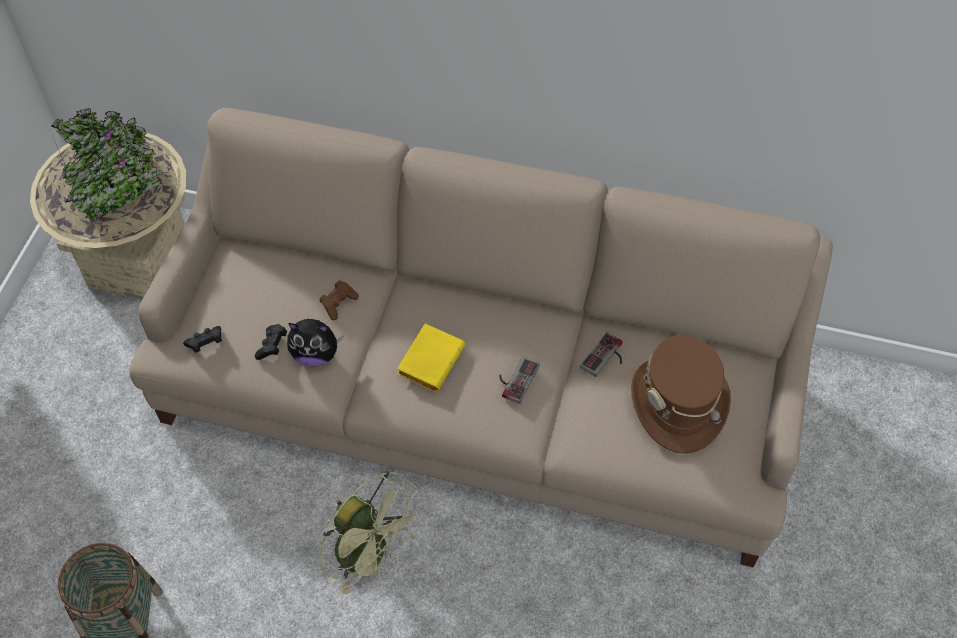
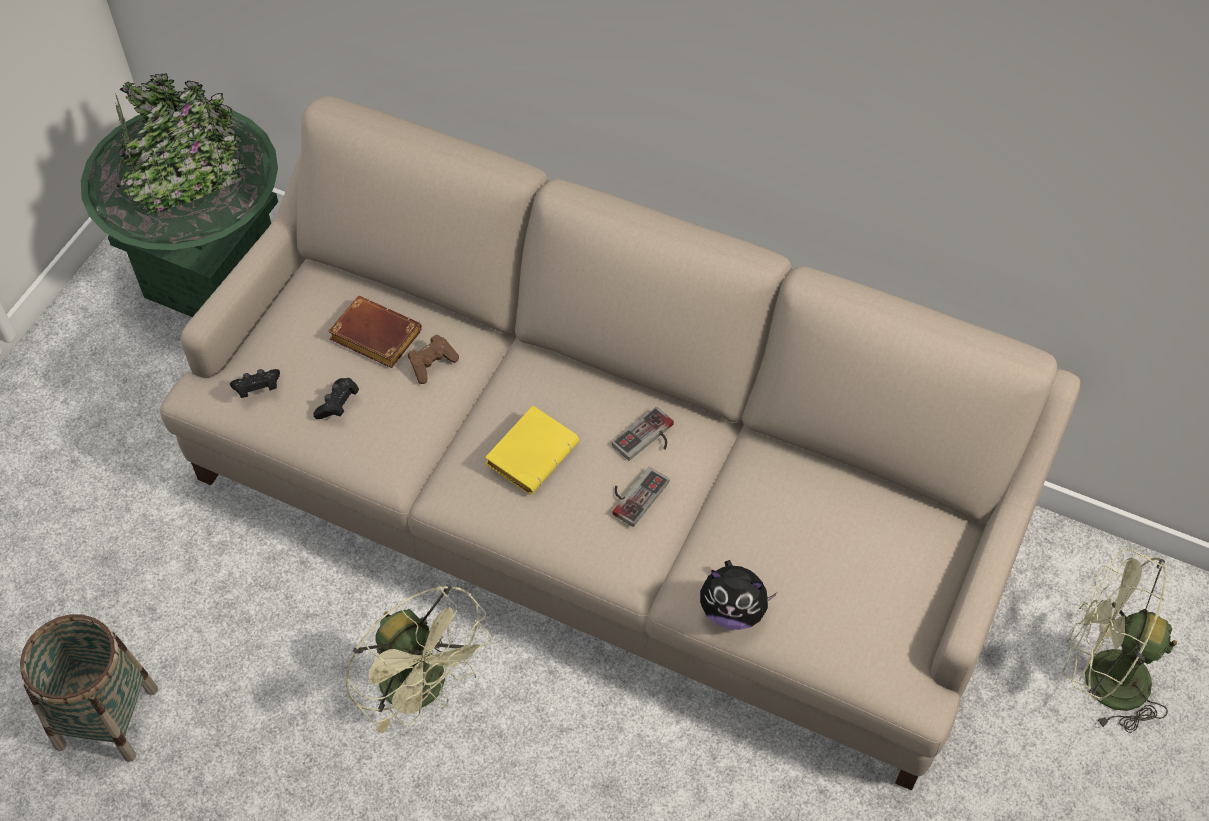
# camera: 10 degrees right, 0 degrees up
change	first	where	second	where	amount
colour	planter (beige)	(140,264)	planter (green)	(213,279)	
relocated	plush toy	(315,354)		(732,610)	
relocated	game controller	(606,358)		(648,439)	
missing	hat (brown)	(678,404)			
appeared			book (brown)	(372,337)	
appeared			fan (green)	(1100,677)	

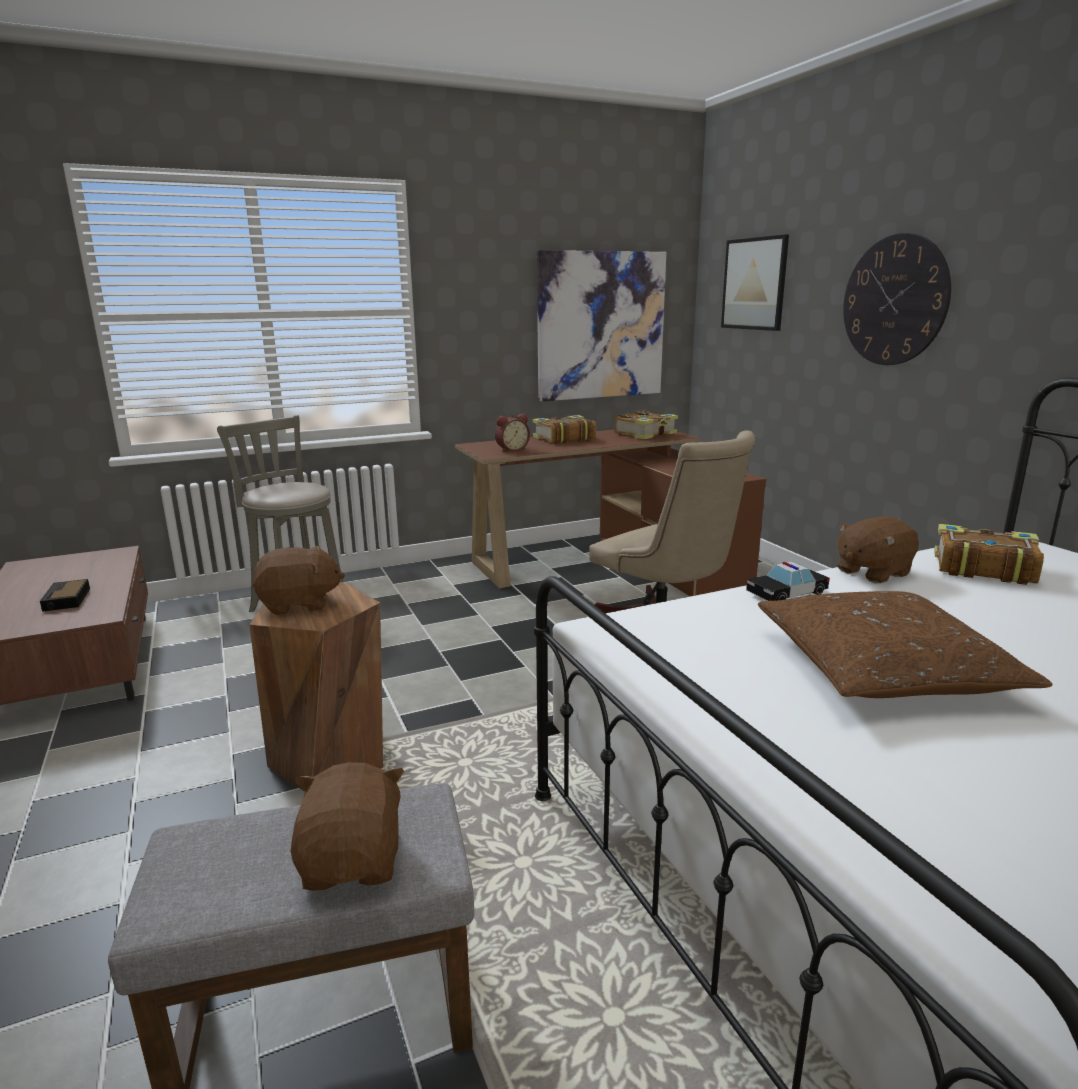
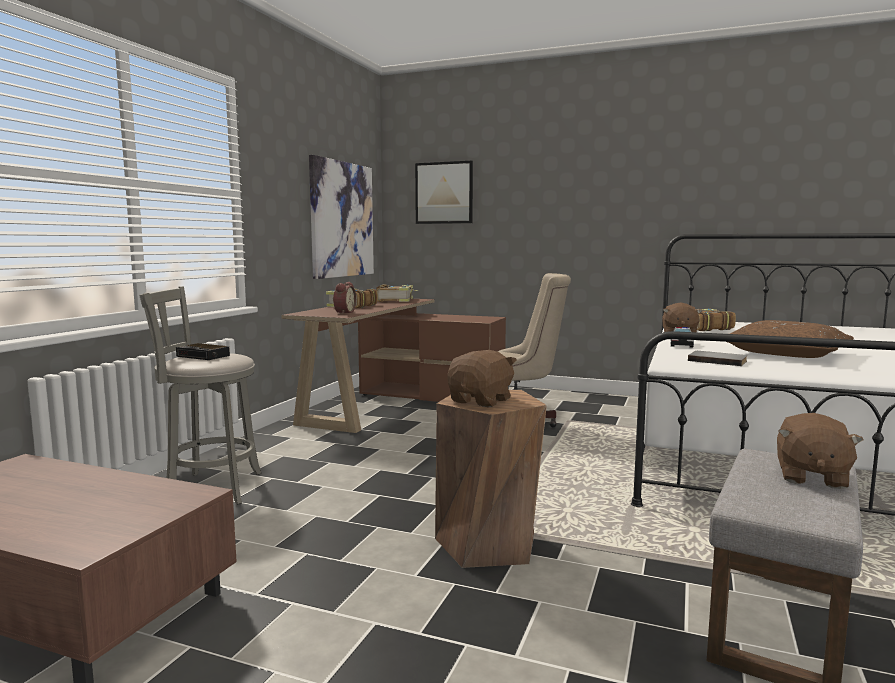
# camera: 45 degrees left, 10 degrees down
change	first	where	second	where	amount
missing	wall clock	(894,300)			
relocated	alarm clock	(66,600)		(204,356)	
spun	plush toy (brown)	(354,861)		(811,477)	105 degrees counterclockwise
appeared			book (grey)	(718,360)	

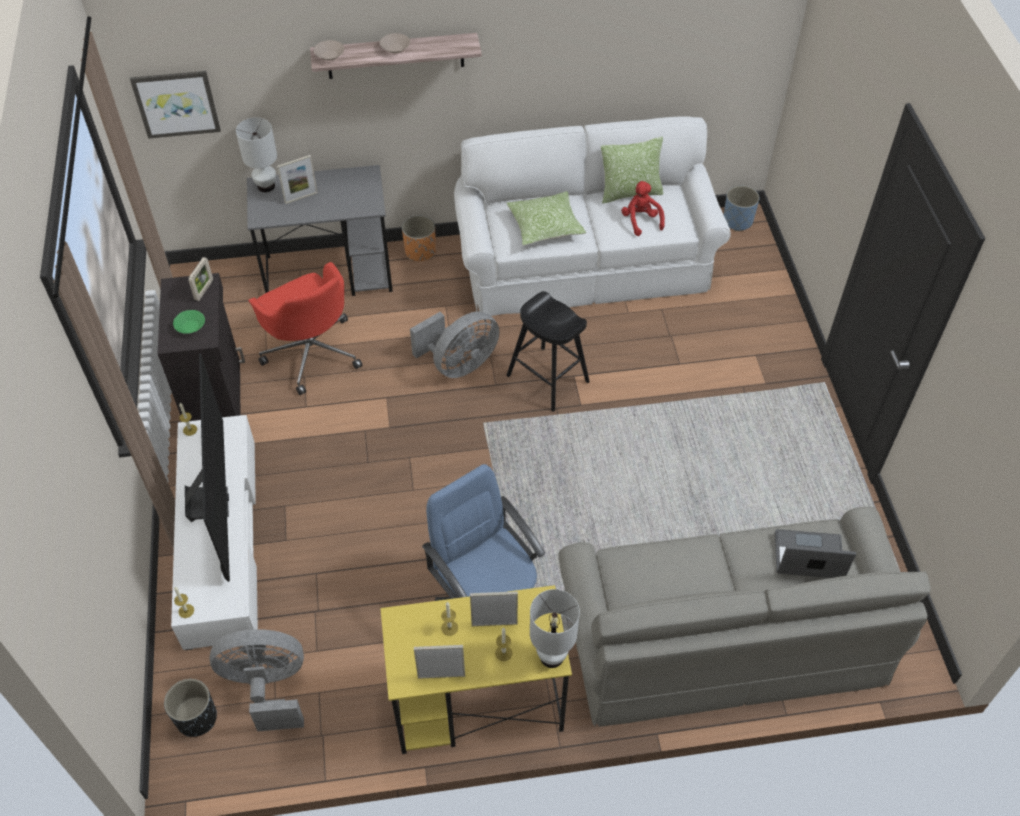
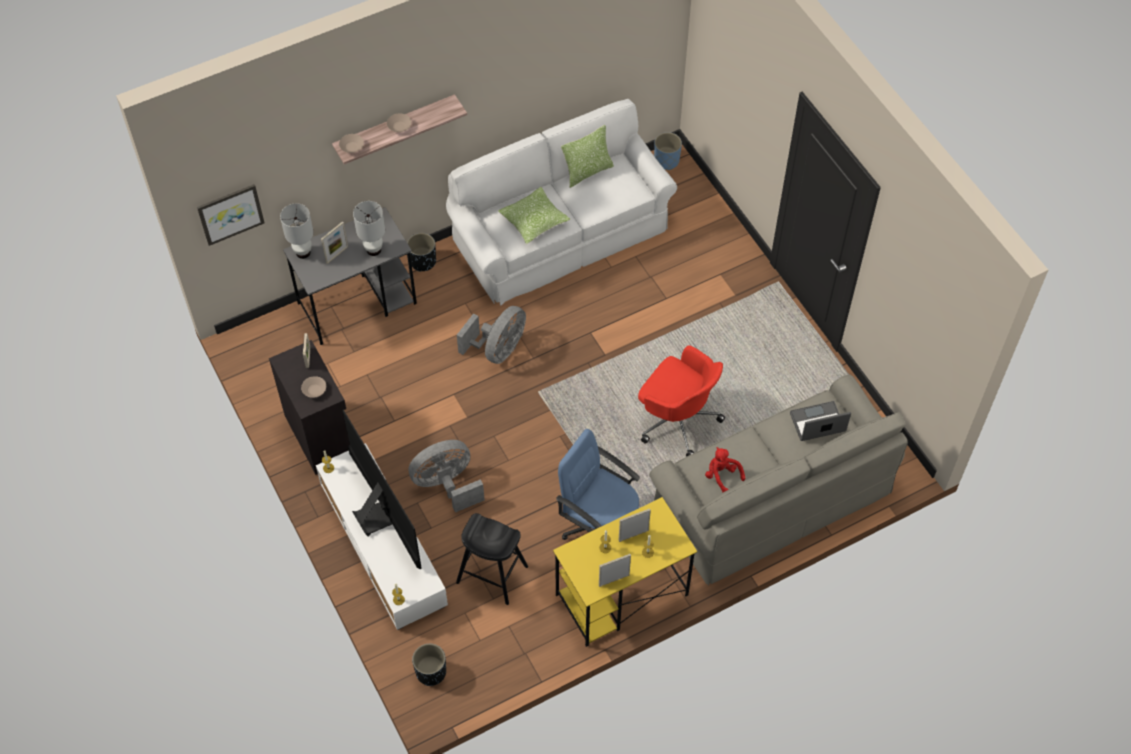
# camera: 20 degrees left, 5 degrees up
change	first	where	second	where	amount
relocated	plush toy (red)	(641,221)		(722,476)	
colour	planter (orange)	(420,251)	planter (black)	(423,261)	
relocated	office chair (red)	(312,352)		(677,419)	
relocated	stool (black)	(548,379)		(492,574)	
colour	bowl (green)	(191,326)	bowl (beige)	(314,390)	
relocated	table lamp (white)	(551,657)		(373,250)	
relocated	fan (grey)	(267,687)		(447,485)	

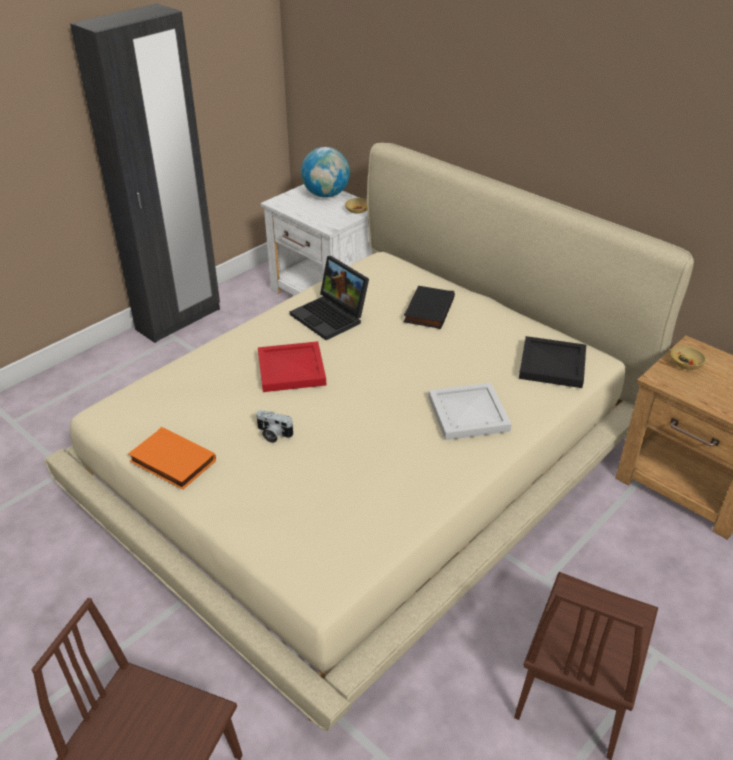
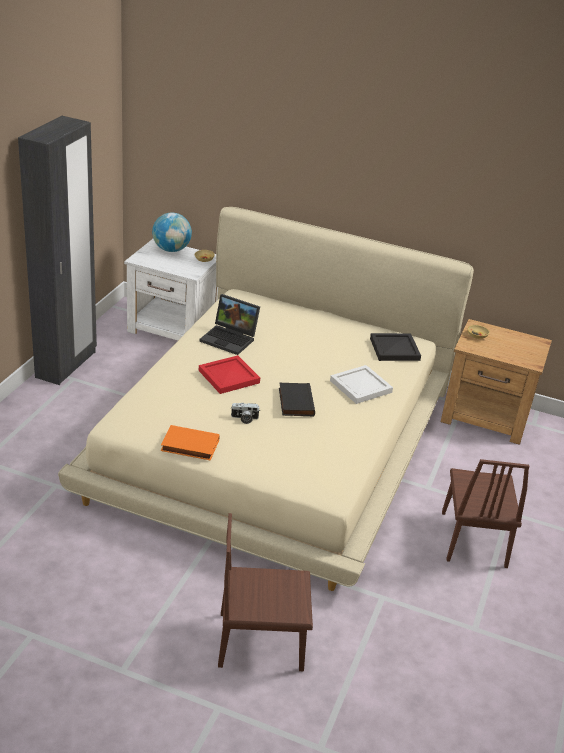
# camera: 25 degrees left, 5 degrees down
change	first	where	second	where	amount
relocated	book (black)	(427,310)		(295,402)	

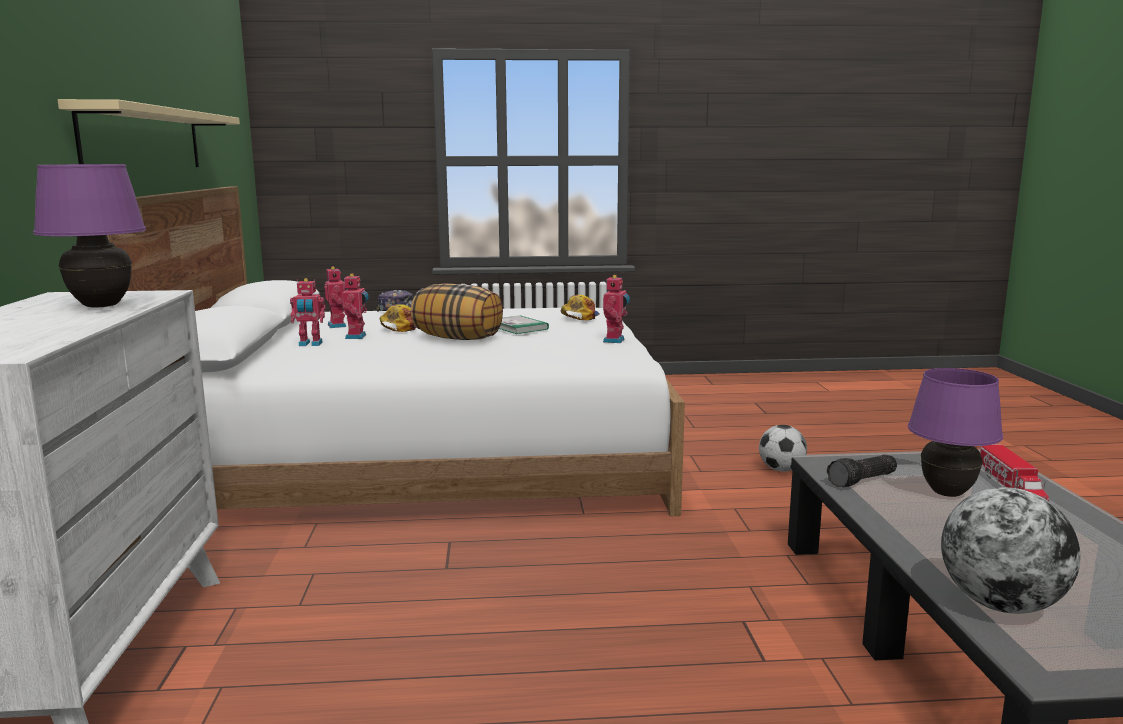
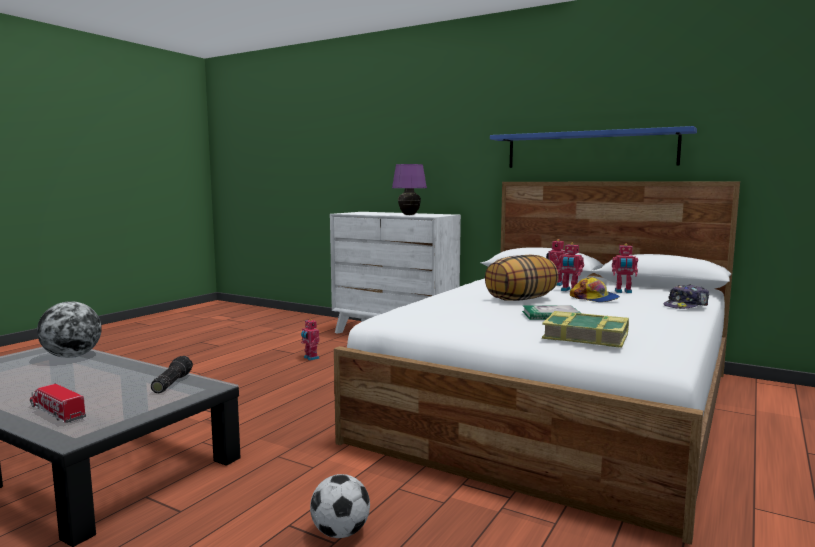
# camera: 125 degrees right, 5 degrees down
change	first	where	second	where	amount
colour	shelf (beige)	(144,139)	shelf (blue)	(589,149)	
relocated	toy robot	(615,340)		(310,358)	
exchanged	cap	(580,316)	book	(585,336)	
missing	table lamp (purple)	(947,493)			

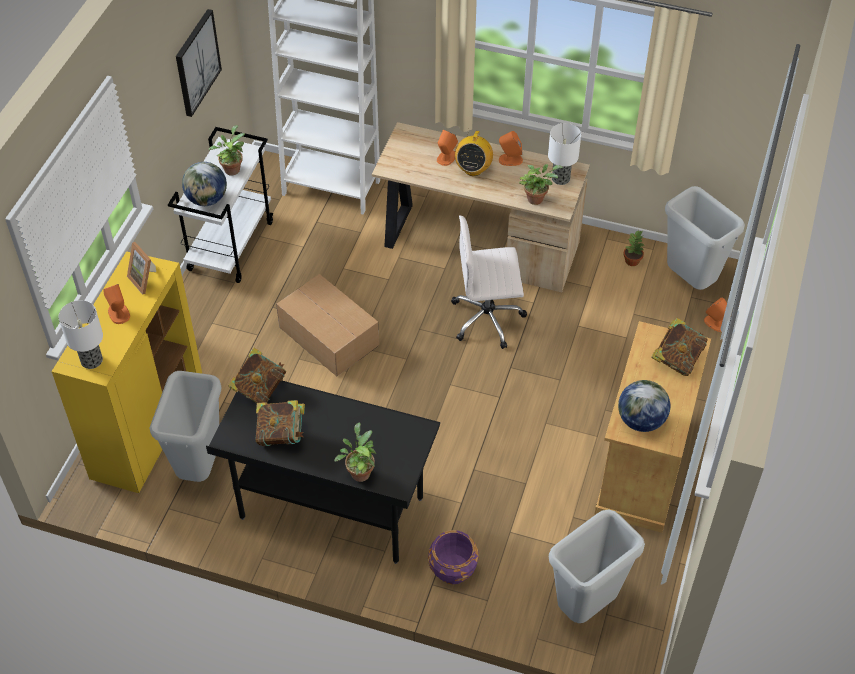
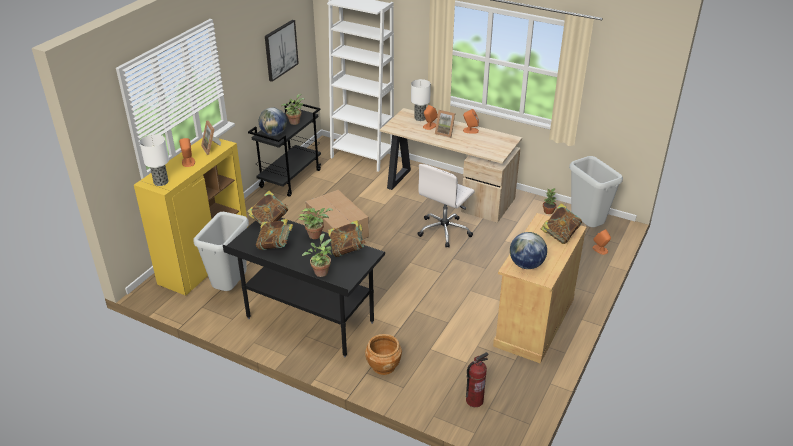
# camera: 10 degrees right, 15 degrees down
change	first	where	second	where	amount
relocated	table lamp	(560,179)		(419,118)	
colour	cart (white)	(230,245)	cart (black)	(290,178)	
exchanged	radio	(473,169)	picture frame	(445,133)	
relocated	potted plant	(537,198)		(316,235)	
spun	office chair (white)	(488,318)		(444,231)	60 degrees counterclockwise
exchanged	trash can (grey)	(585,605)	fire extinguisher	(474,400)	
colour	planter (purple)	(452,570)	planter (brown)	(383,366)	
appeared			book	(347,250)	

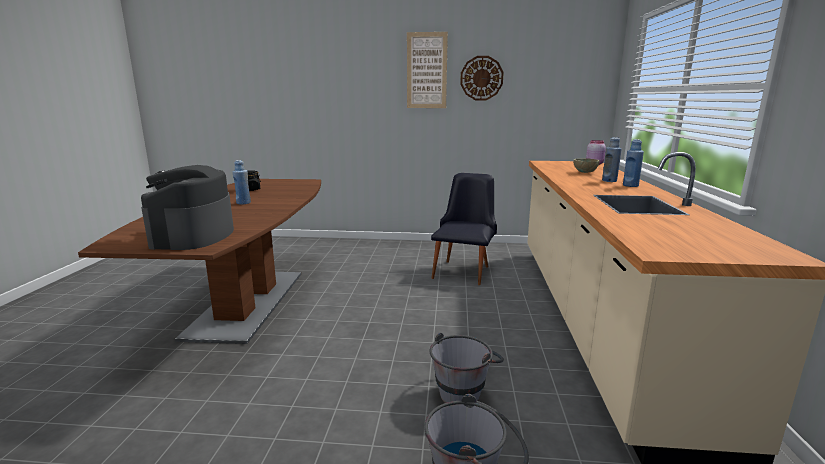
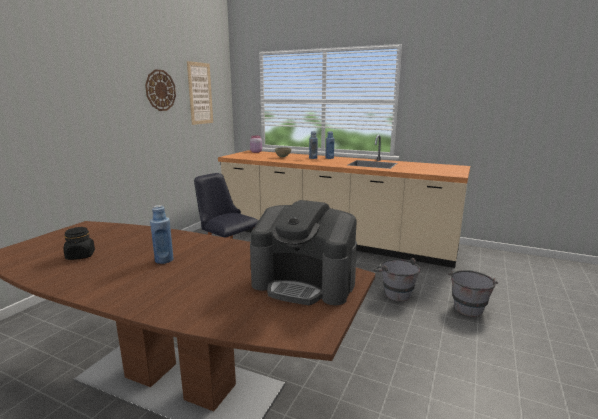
# camera: 70 degrees left, 0 degrees up
change	first	where	second	where	amount
relocated	picture	(426,70)		(200,93)	

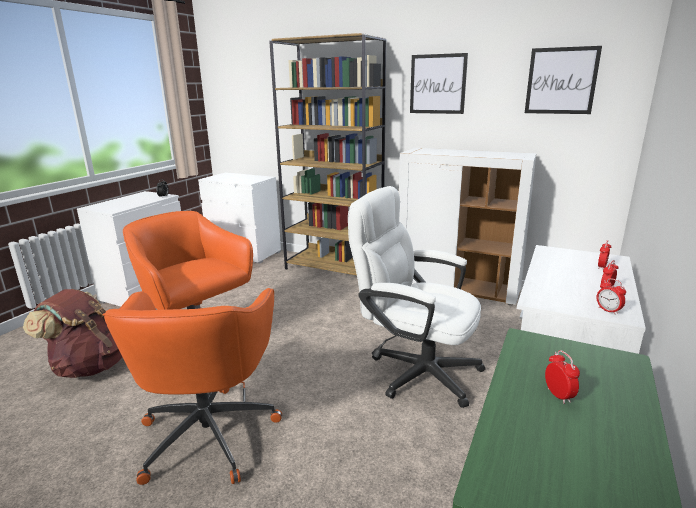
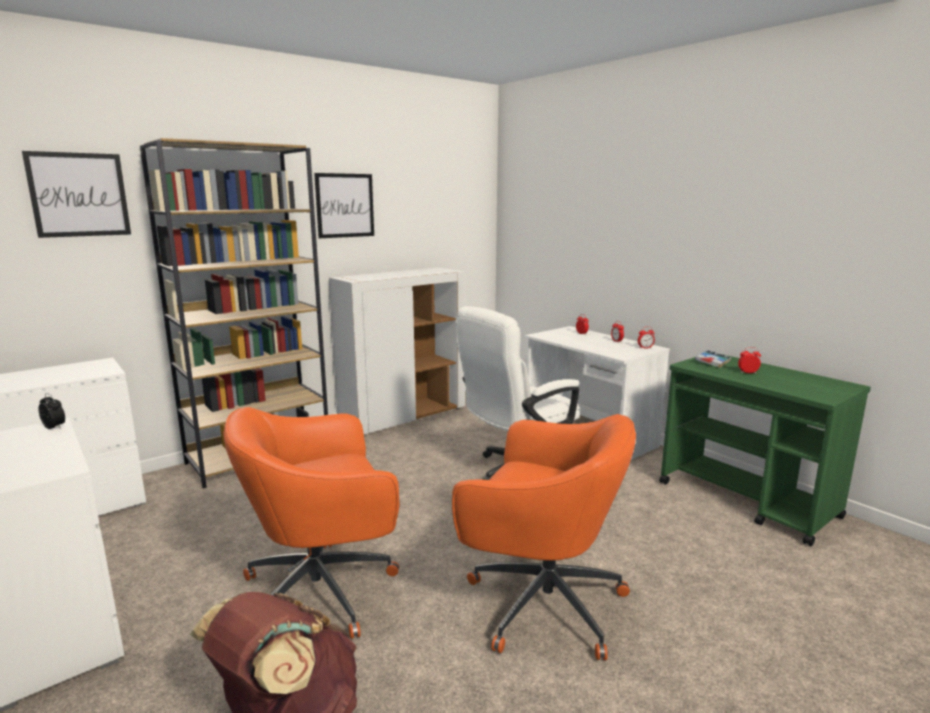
# camera: 65 degrees left, 5 degrees down
change	first	where	second	where	amount
relocated	picture	(561,81)		(79,195)	
appeared			book	(712,362)	

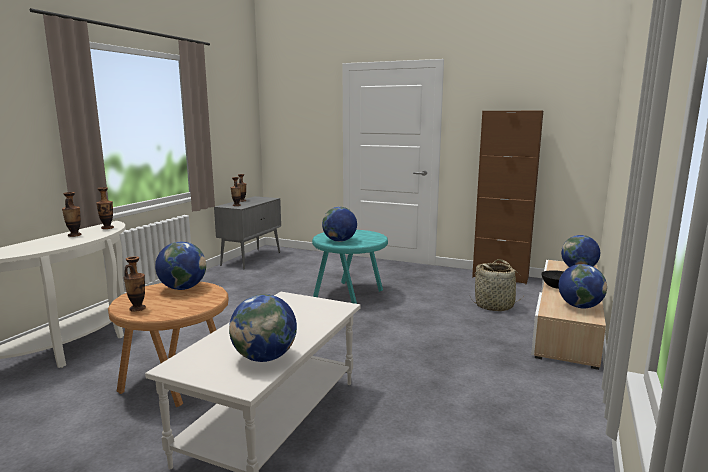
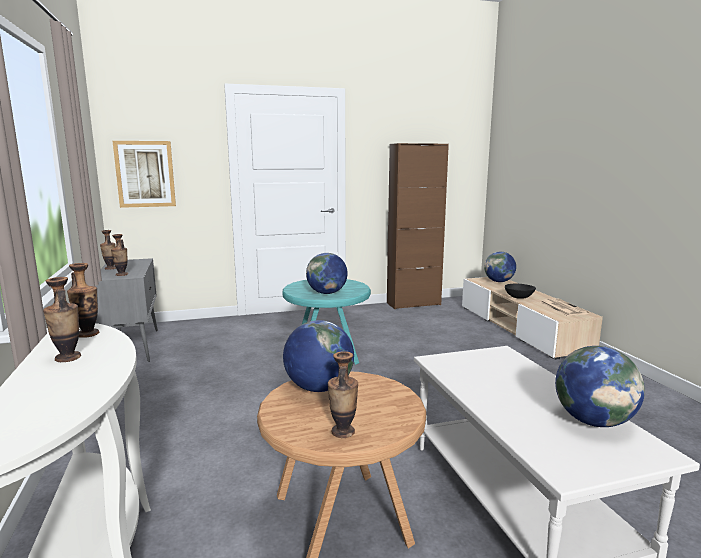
# camera: 40 degrees left, 0 degrees up
change	first	where	second	where	amount
missing	basket	(494,305)			
exchanged	globe	(579,306)	newspaper	(562,308)	
appeared			picture	(145,174)	

